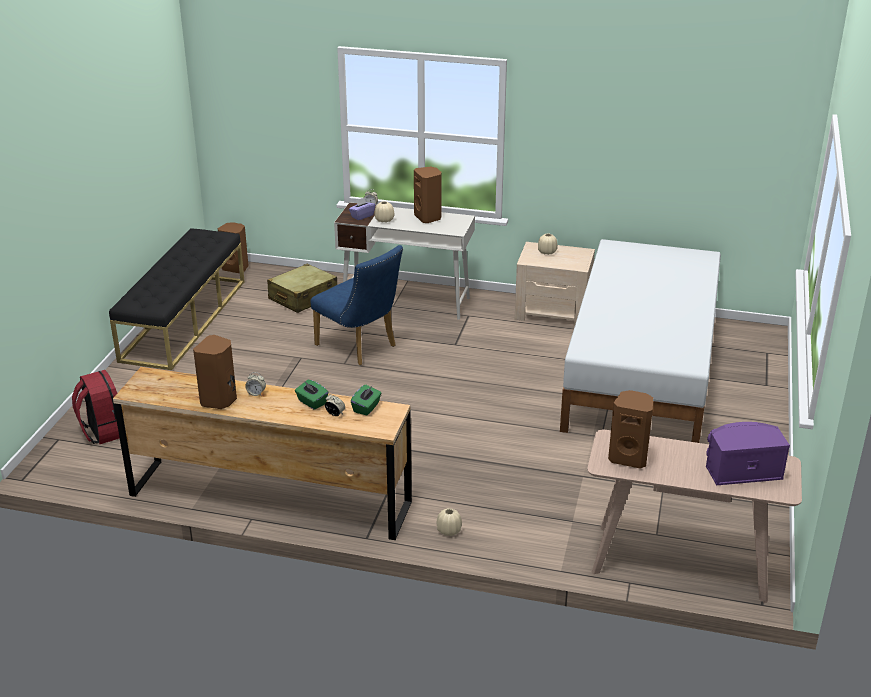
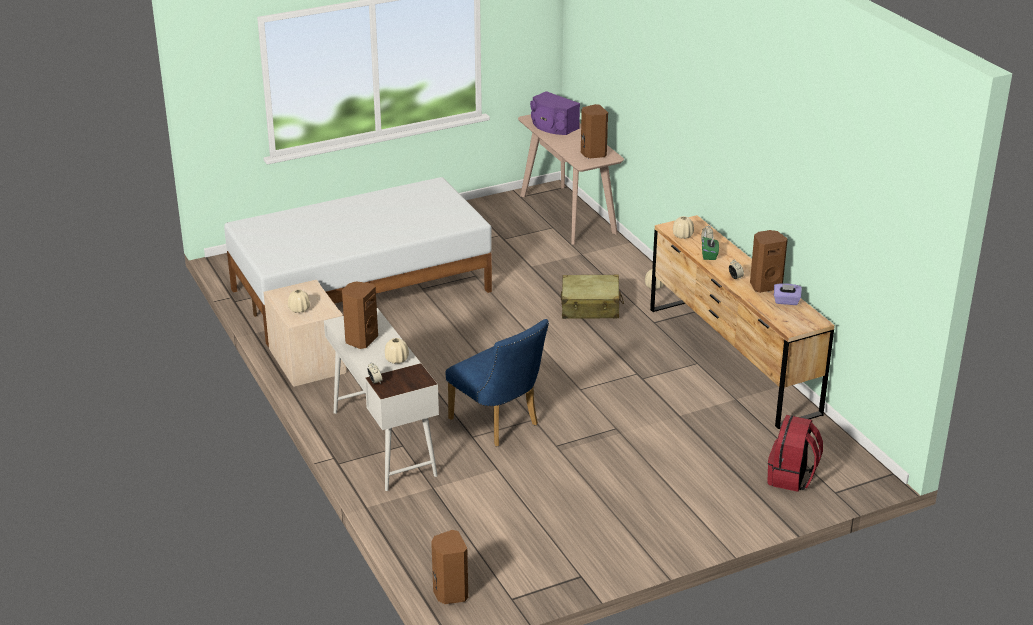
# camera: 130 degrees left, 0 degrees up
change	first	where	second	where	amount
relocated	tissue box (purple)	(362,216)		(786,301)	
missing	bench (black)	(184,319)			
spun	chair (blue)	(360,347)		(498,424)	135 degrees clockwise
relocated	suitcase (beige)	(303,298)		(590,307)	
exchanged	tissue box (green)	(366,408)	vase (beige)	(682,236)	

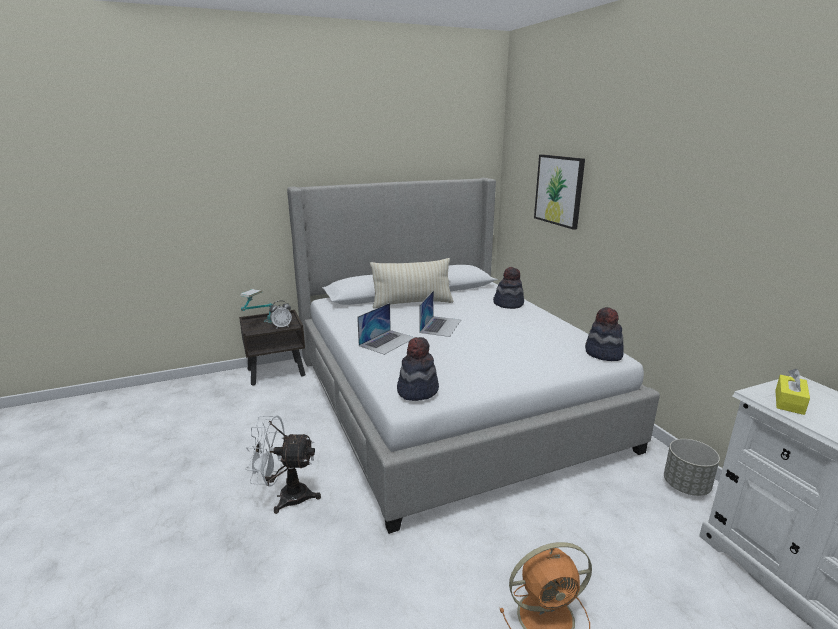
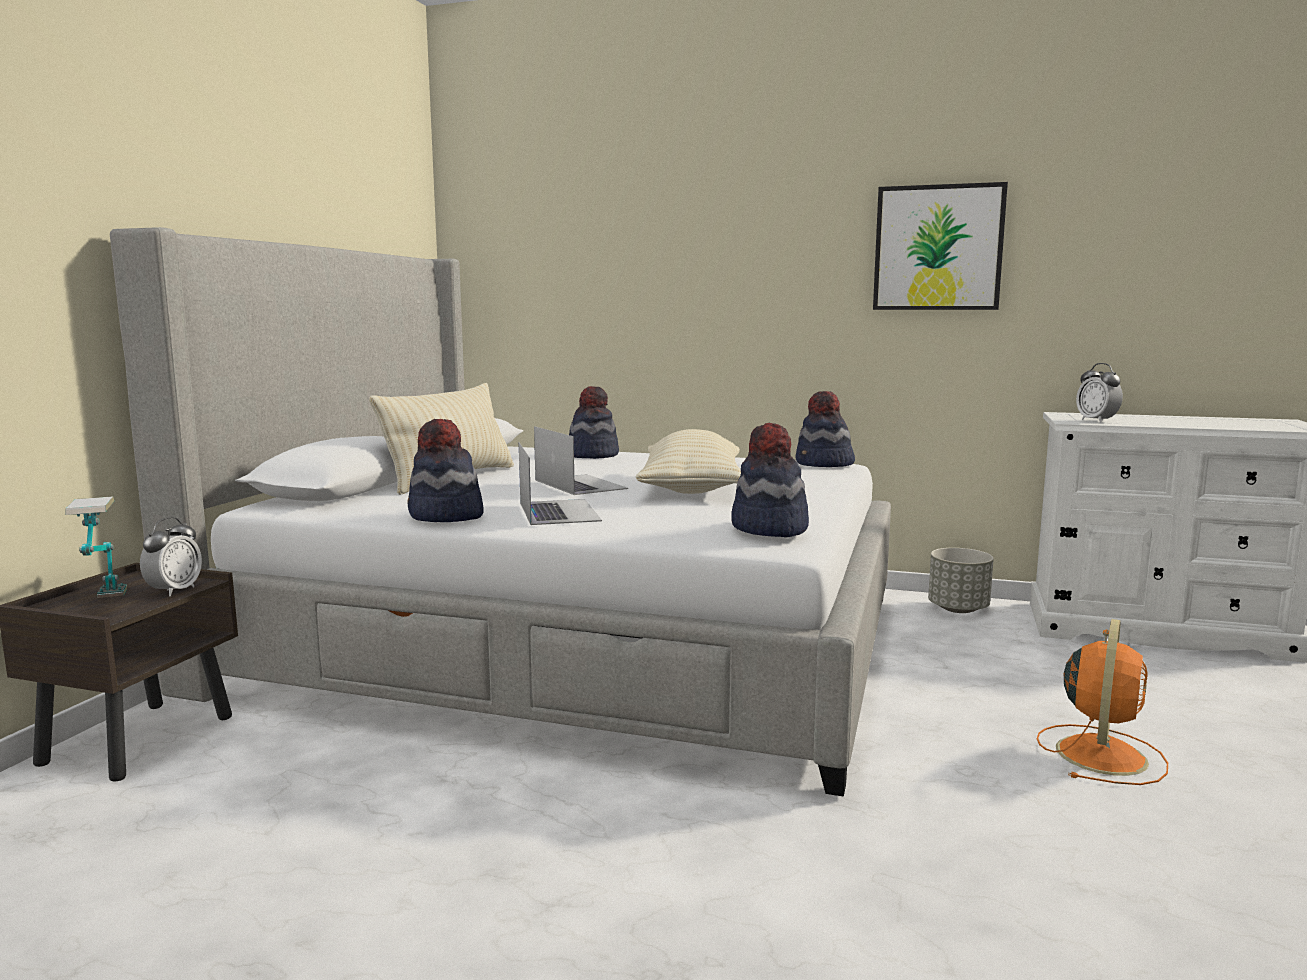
# camera: 50 degrees left, 10 degrees down
change	first	where	second	where	amount
relocated	picture	(559,190)		(938,248)	
exchanged	tissue box (yellow)	(789,402)	alarm clock	(1096,421)	
missing	fan (white)	(286,497)			
appeared			hat	(445,516)	
appeared			pillow (beige)	(692,489)	

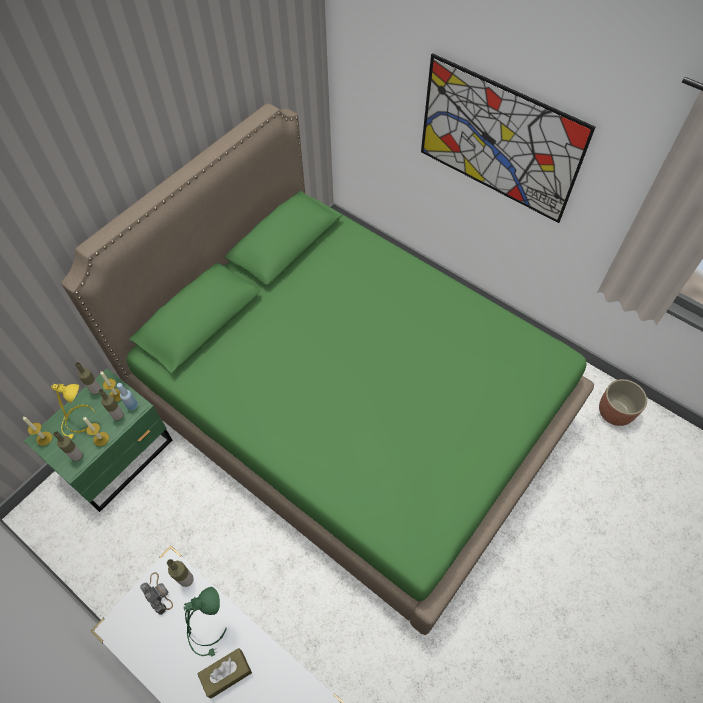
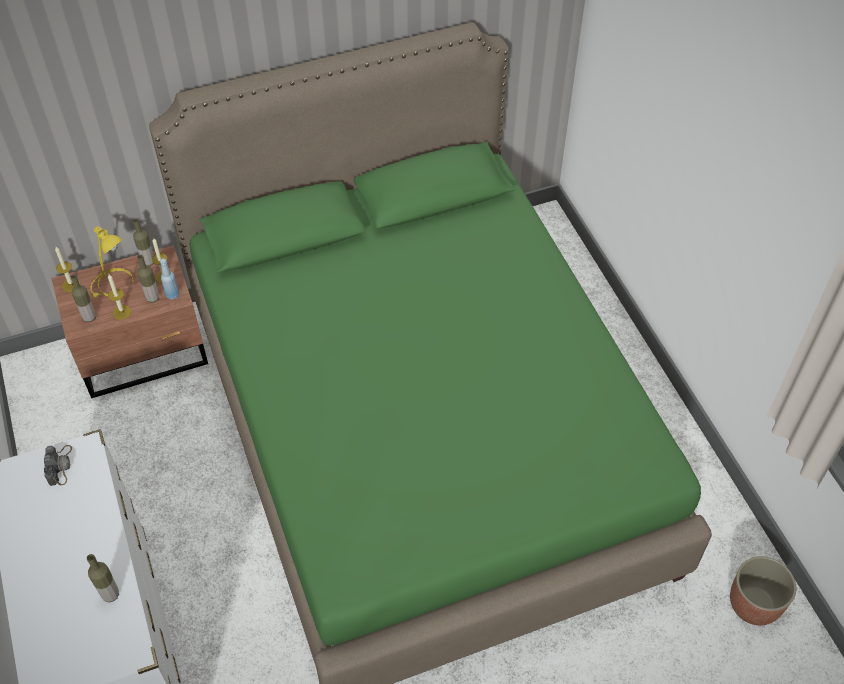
# camera: 30 degrees right, 5 degrees down
change	first	where	second	where	amount
missing	picture	(498,140)			
colour	nightstand (green)	(119,457)	nightstand (brown)	(144,353)	
relocated	bottle	(186,580)		(110,595)	
missing	table lamp (green)	(208,627)			
missing	tissue box (brown)	(226,674)			

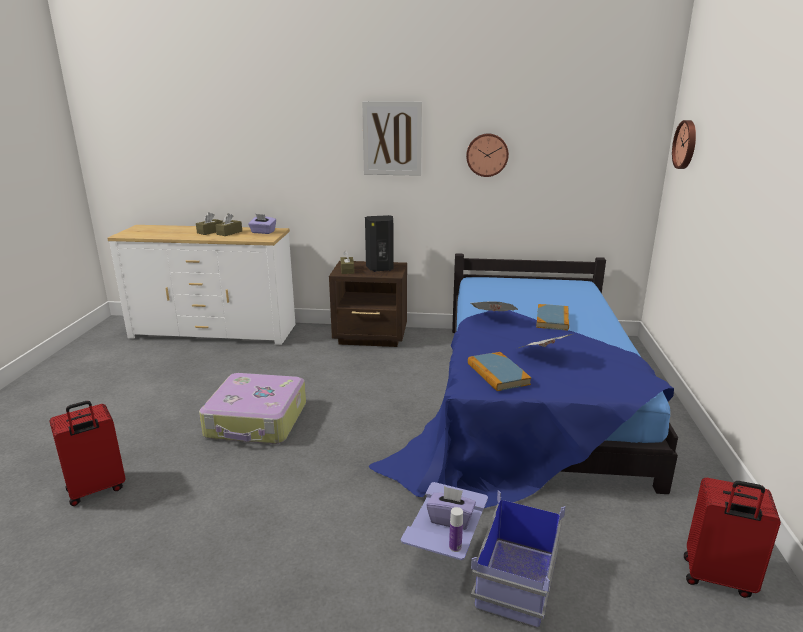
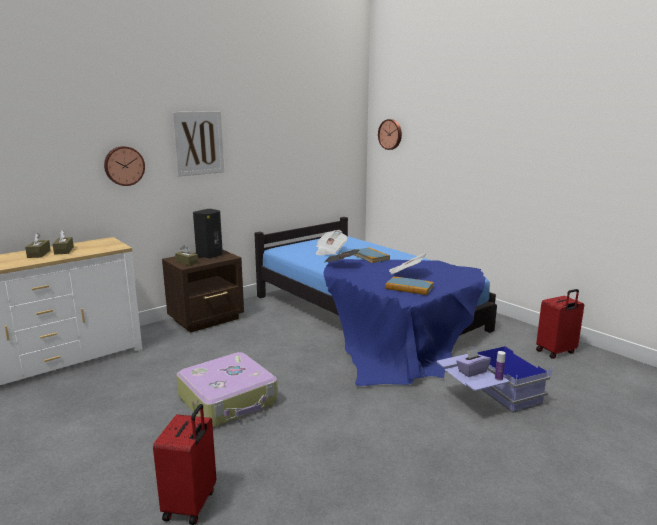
# camera: 45 degrees left, 5 degrees down
change	first	where	second	where	amount
relocated	wall clock	(487,155)		(124,166)	
missing	tissue box (purple)	(263,232)			
appeared			newspaper	(330,251)	

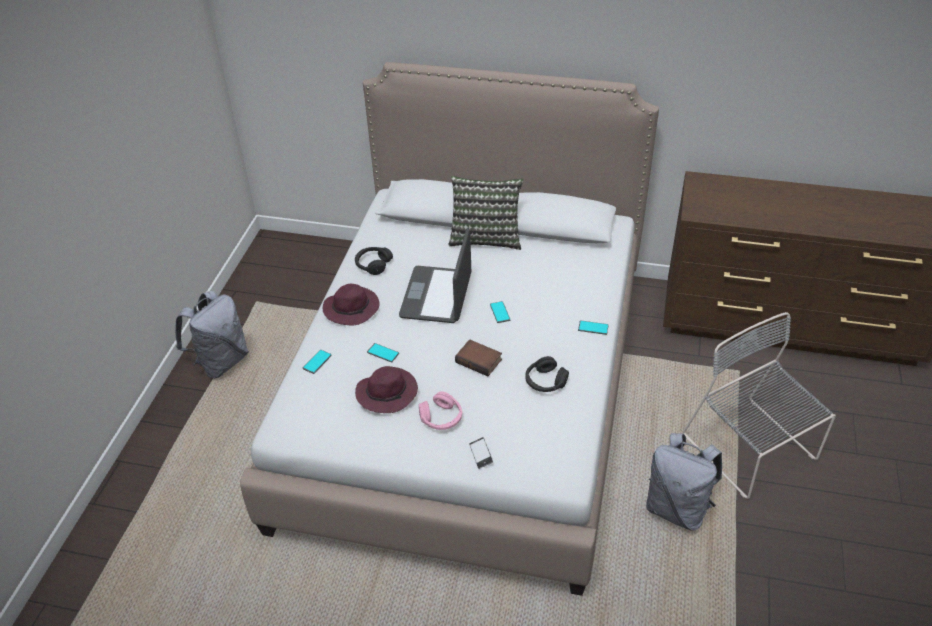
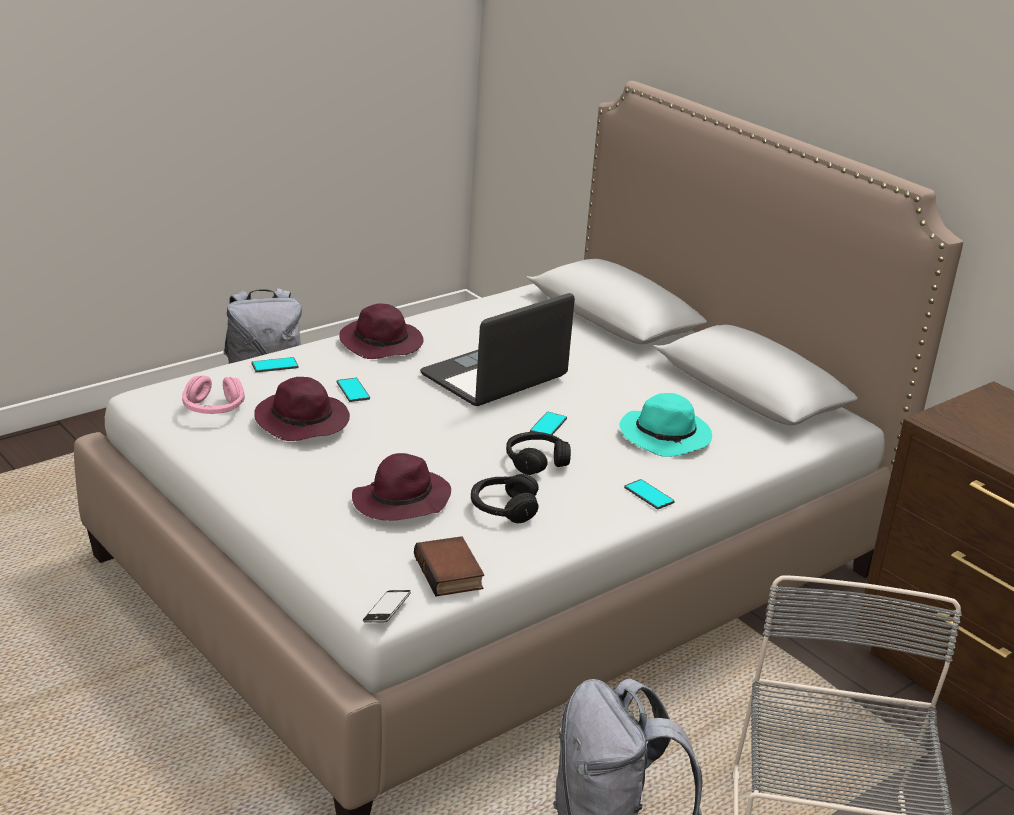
# camera: 35 degrees right, 15 degrees down
change	first	where	second	where	amount
missing	pillow	(486,237)			
relocated	headphones (black)	(373,264)		(536,461)	
relocated	book	(479,360)		(451,573)	
relocated	headphones (pink)	(441,418)		(213,408)	
relocated	phone	(481,454)		(387,610)	
appeared			hat (turquoise)	(666,437)	
appeared			hat (purple)	(400,502)	

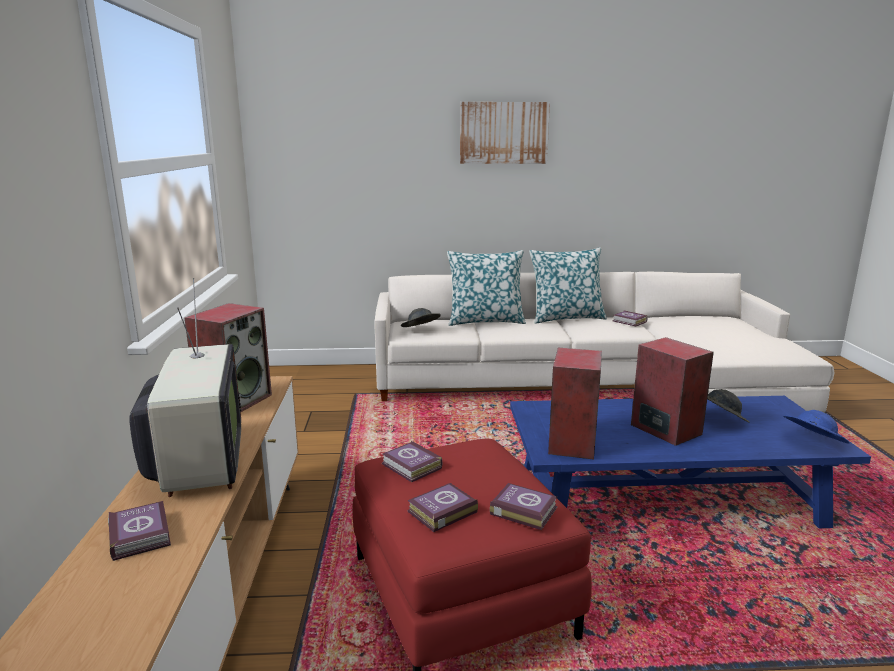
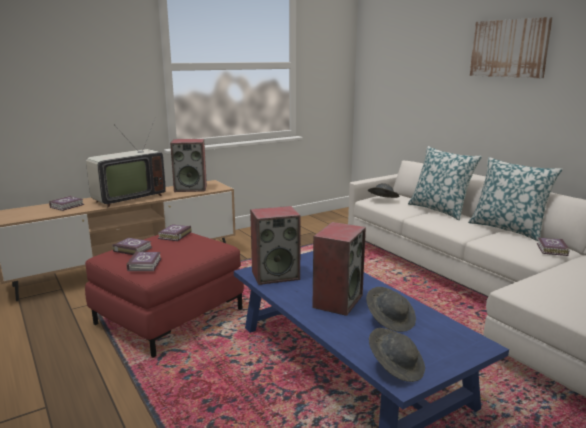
# camera: 60 degrees right, 0 degrees up
change	first	where	second	where	amount
colour	hat (blue)	(812,442)	hat (grey)	(396,366)	

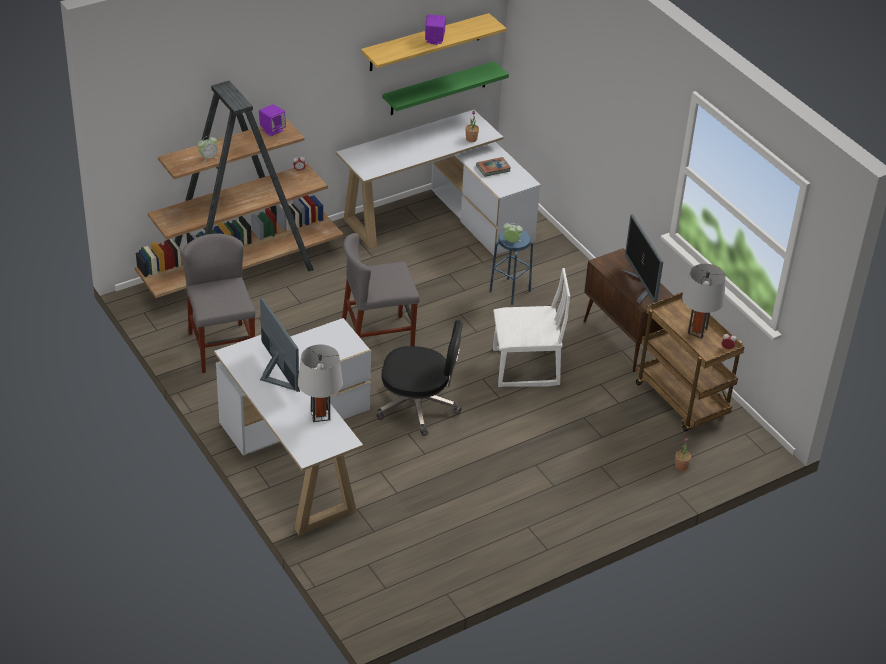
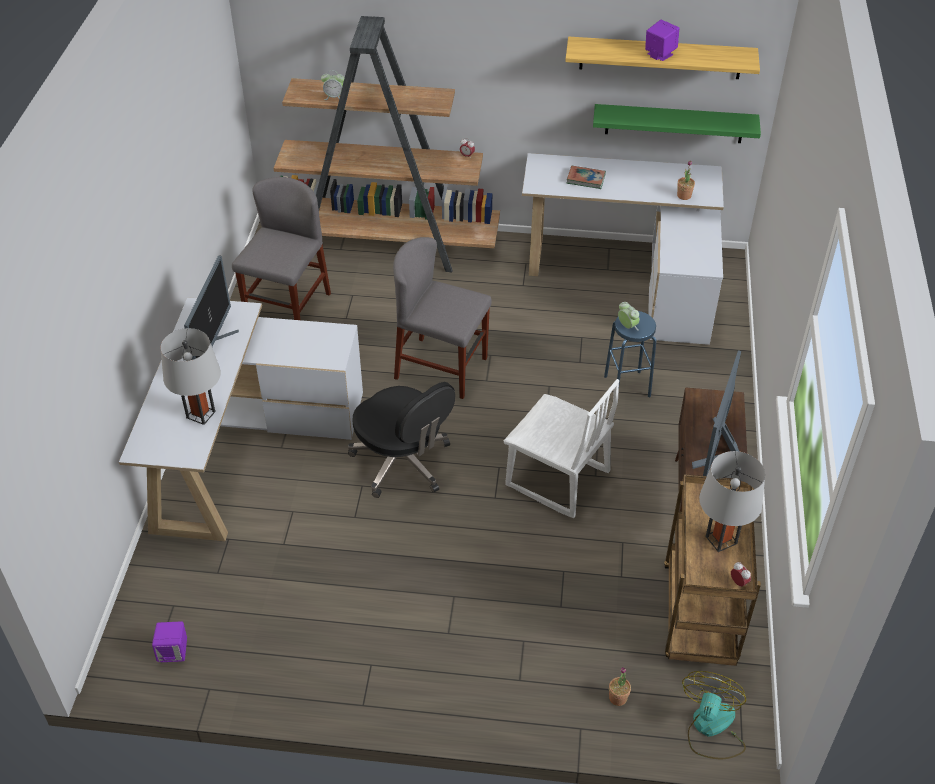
# camera: 40 degrees right, 5 degrees up
change	first	where	second	where	amount
relocated	speaker (purple)	(272,130)		(174,652)	
relocated	book	(493,168)		(586,179)	
appeared			fan	(711,728)	

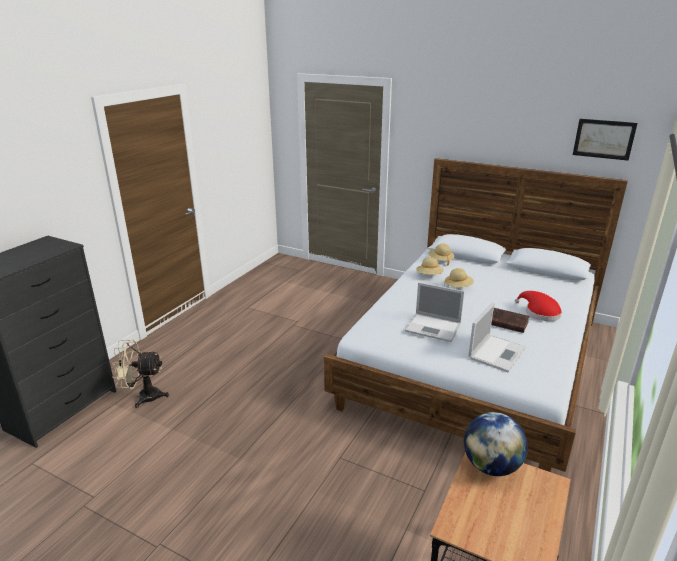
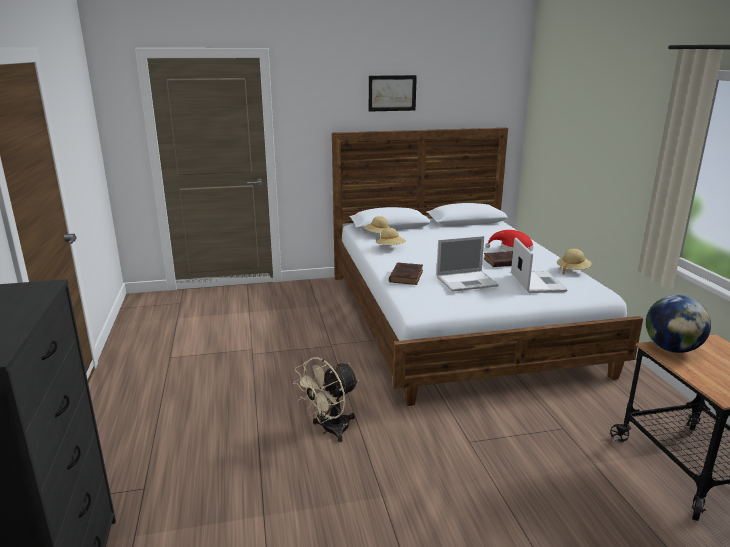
# camera: 40 degrees left, 5 degrees down
change	first	where	second	where	amount
relocated	picture	(603,139)		(392,93)	
relocated	hat (beige)	(458,287)		(572,270)	
relocated	fan (beige)	(143,397)		(329,430)	
appeared			book (brown)	(406,276)	

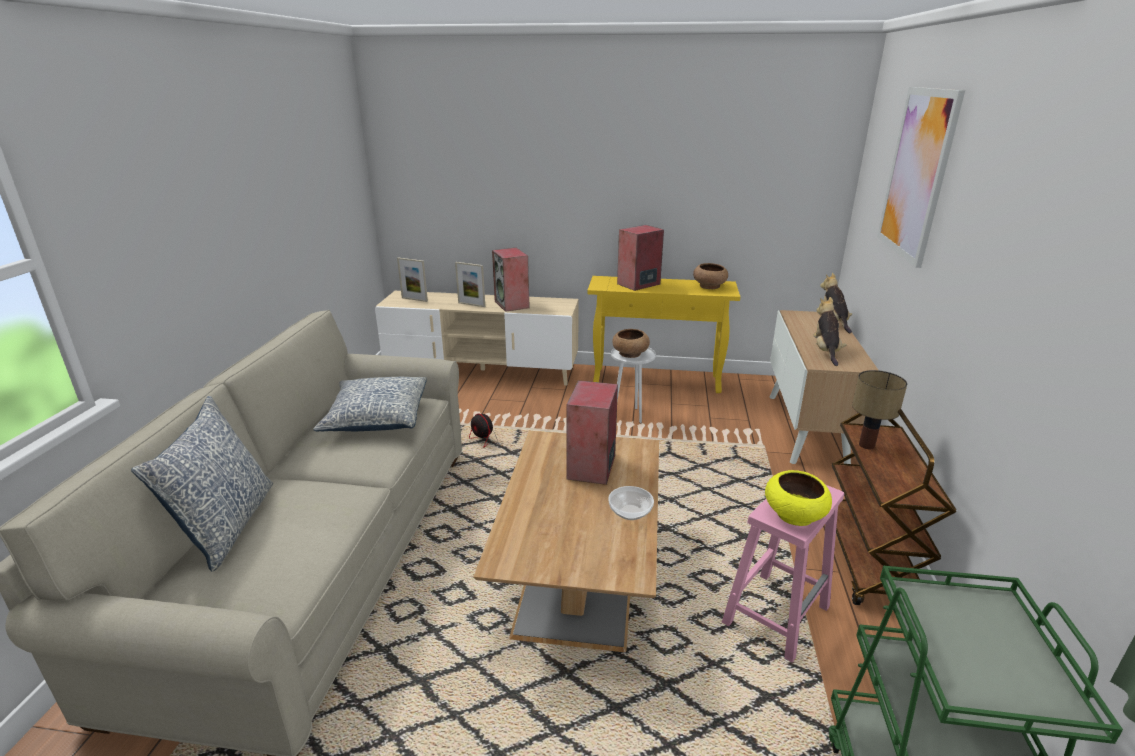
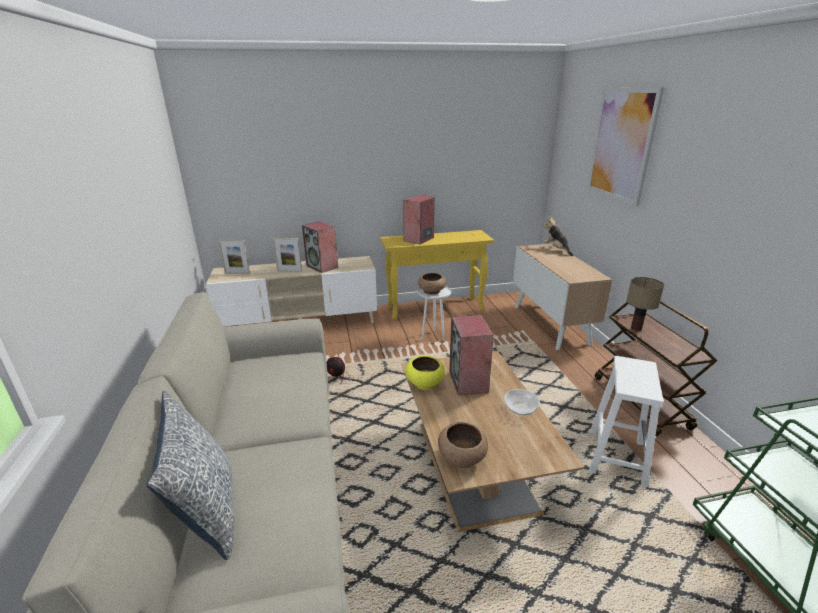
# camera: 20 degrees left, 0 degrees up
change	first	where	second	where	amount
relocated	bowl (brown)	(709,286)		(462,457)	
missing	plush toy	(825,351)			
missing	pillow	(377,417)			
relocated	bowl (yellow)	(795,514)		(425,382)	
colour	stool (pink)	(776,613)	stool (white)	(616,456)	

